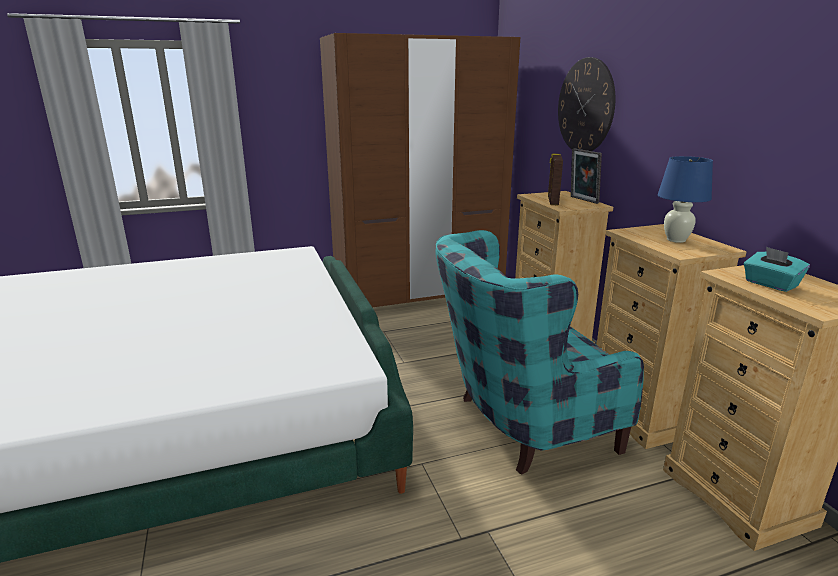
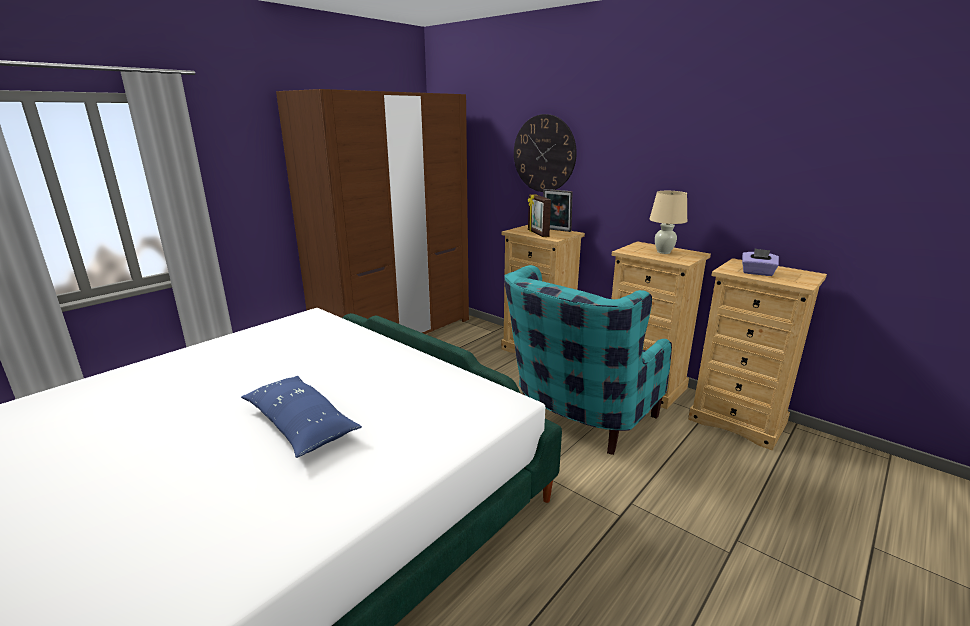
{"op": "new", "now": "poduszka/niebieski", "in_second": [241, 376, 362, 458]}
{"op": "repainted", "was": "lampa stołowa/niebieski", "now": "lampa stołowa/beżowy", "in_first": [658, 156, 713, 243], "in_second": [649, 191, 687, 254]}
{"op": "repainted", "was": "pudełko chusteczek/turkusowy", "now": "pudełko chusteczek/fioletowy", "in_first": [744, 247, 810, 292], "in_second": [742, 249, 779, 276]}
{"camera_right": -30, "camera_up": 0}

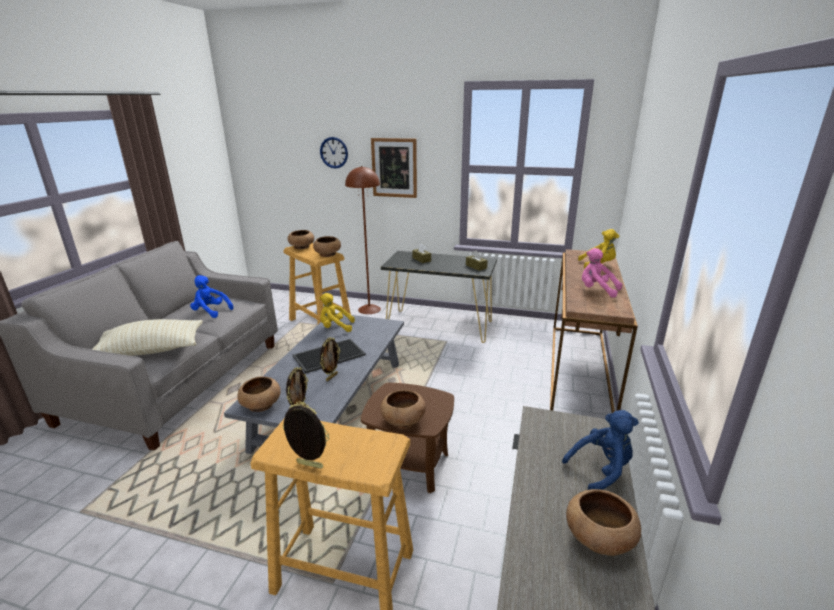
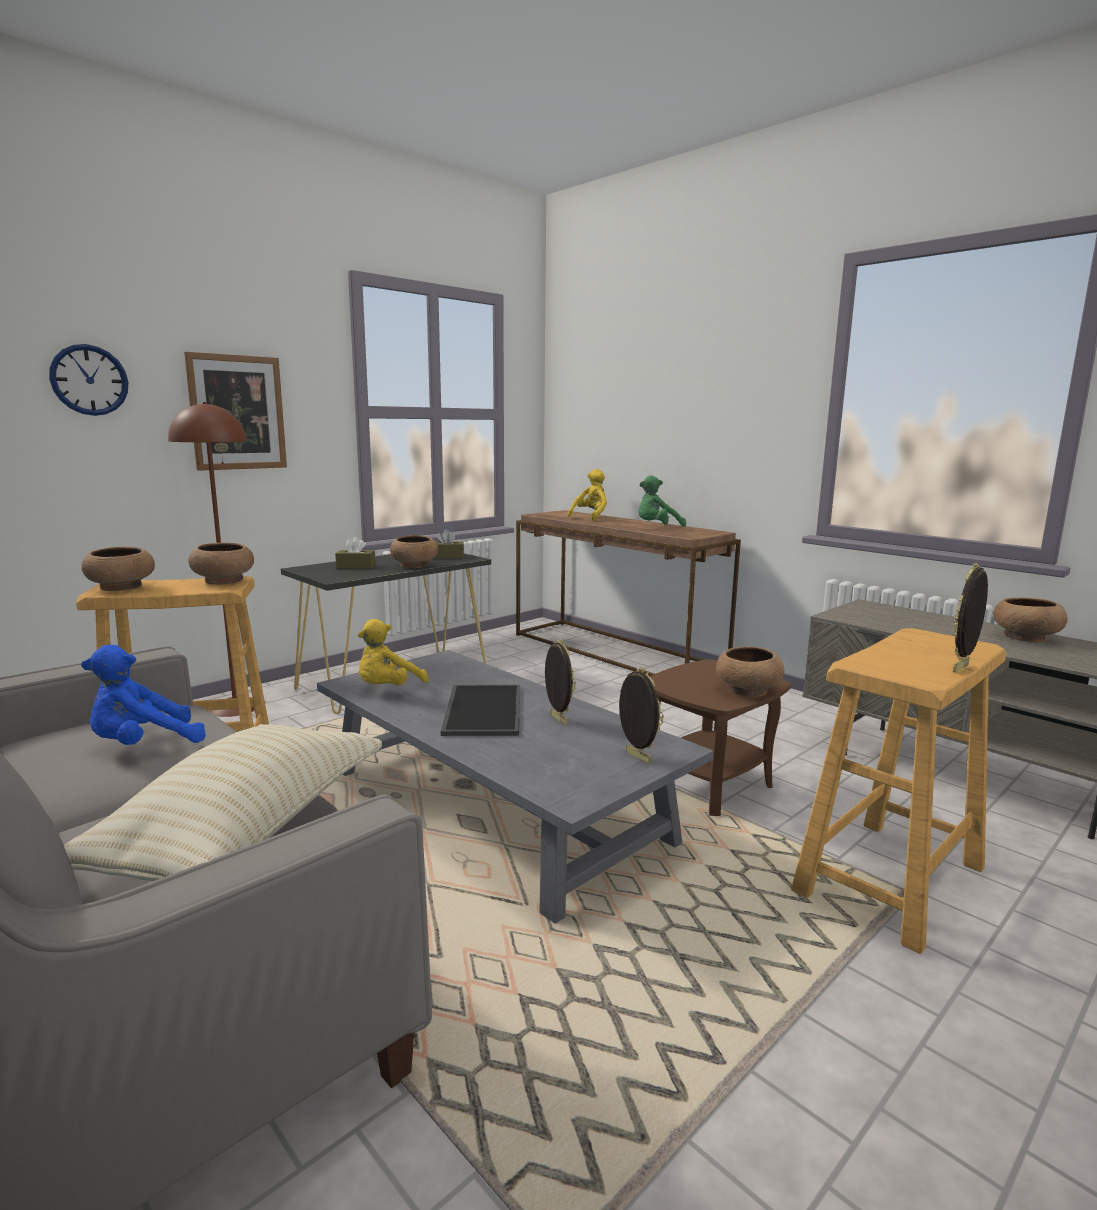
{"op": "gone", "was": "pluszak/niebieski", "in_first": [562, 410, 639, 490]}
{"op": "shifted", "was": "miska/brązowy", "in_first": [237, 377, 281, 412], "in_second": [390, 535, 438, 568]}
{"op": "repainted", "was": "pluszak/różowy", "now": "pluszak/zielony", "in_first": [582, 248, 623, 298], "in_second": [638, 475, 686, 527]}
{"camera_right": -60, "camera_up": -10}

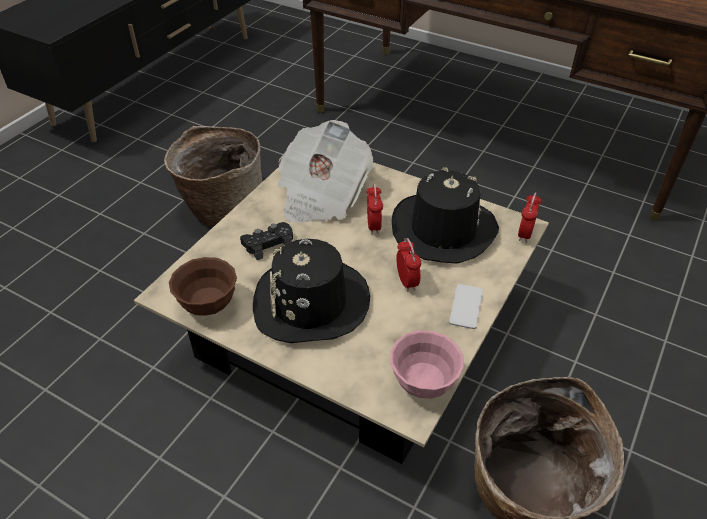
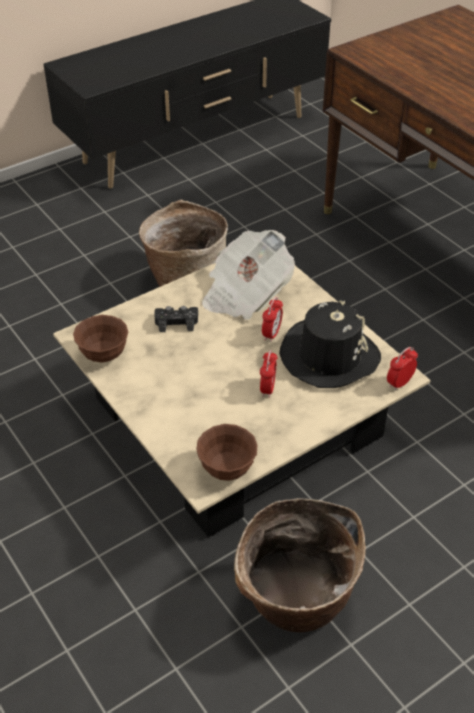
{"op": "gone", "was": "kapelusz/czarny", "in_first": [253, 239, 370, 343]}
{"op": "gone", "was": "telefon", "in_first": [449, 284, 483, 329]}
{"op": "repainted", "was": "miska/różowy", "now": "miska/brązowy", "in_first": [390, 330, 464, 399], "in_second": [196, 424, 257, 481]}
{"camera_right": 25, "camera_up": 0}

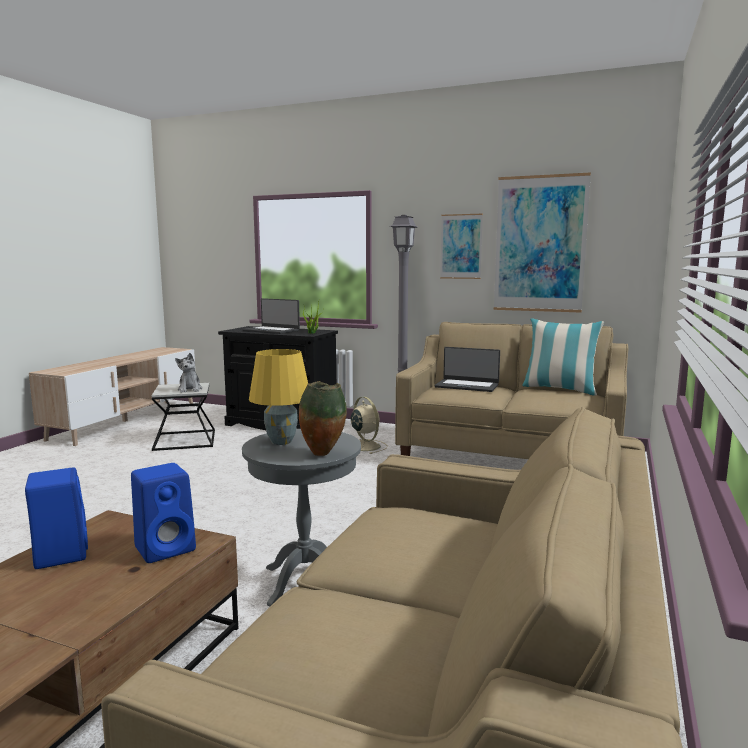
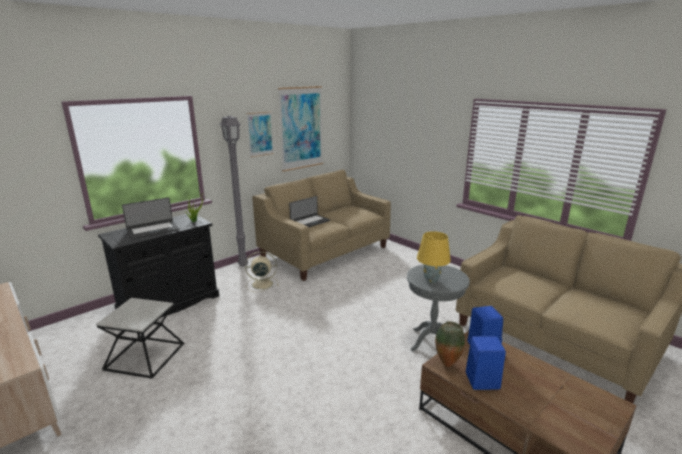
{"op": "gone", "was": "pluszak", "in_first": [175, 353, 202, 393]}
{"op": "gone", "was": "poduszka", "in_first": [522, 318, 604, 396]}
{"op": "shifted", "was": "wazon", "in_first": [299, 381, 347, 456], "in_second": [435, 321, 465, 367]}
{"camera_right": -65, "camera_up": 10}

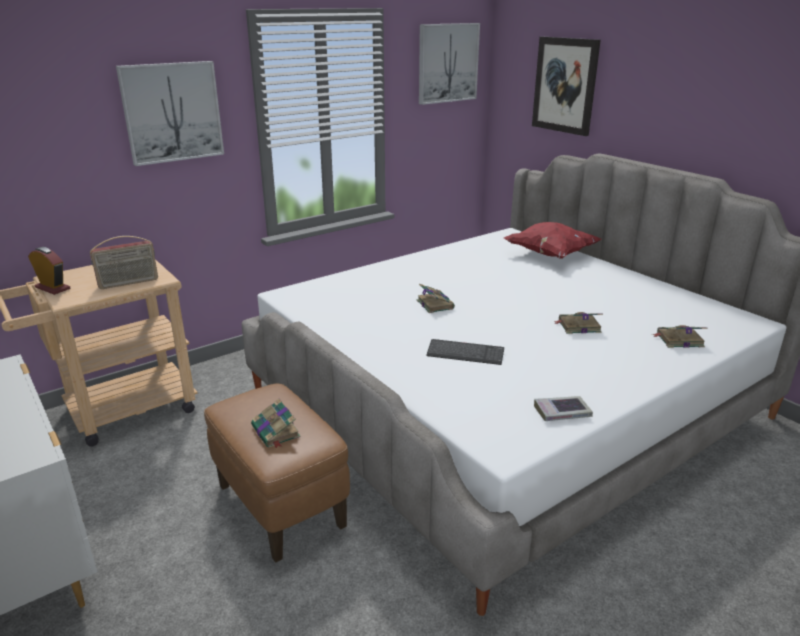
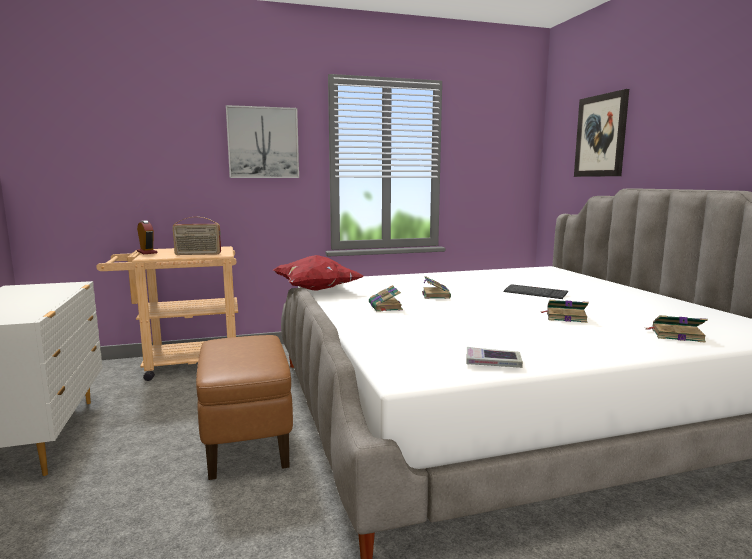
{"op": "gone", "was": "obraz", "in_first": [419, 23, 480, 105]}
{"op": "shifted", "was": "książka", "in_first": [251, 399, 300, 449], "in_second": [369, 285, 403, 312]}
{"op": "shifted", "was": "klawiatura", "in_first": [426, 339, 504, 365], "in_second": [503, 284, 568, 299]}
{"op": "shifted", "was": "poduszka/czerwony", "in_first": [504, 222, 602, 259], "in_second": [273, 255, 363, 291]}
{"camera_right": 20, "camera_up": -15}

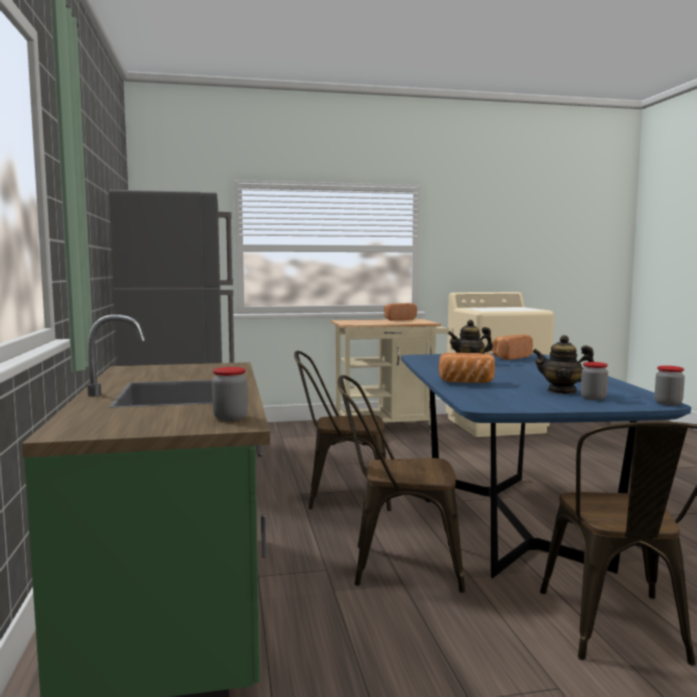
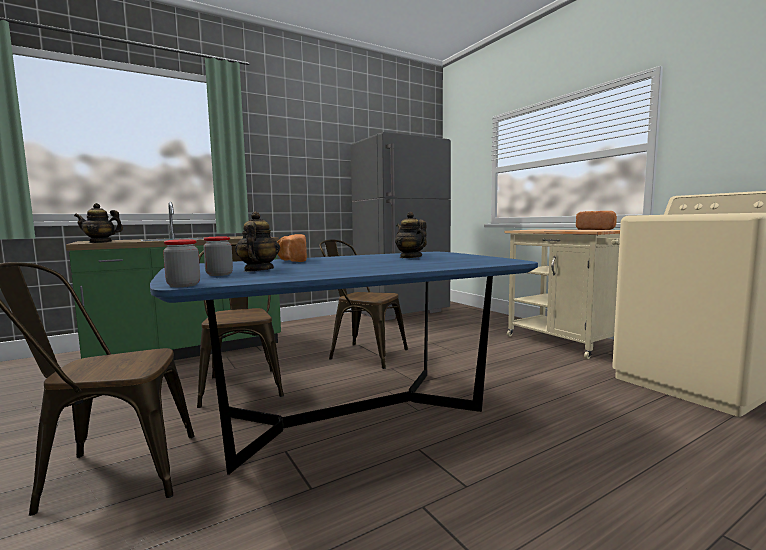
{"op": "gone", "was": "chleb", "in_first": [492, 335, 533, 360]}
{"op": "swapped", "was": "słoik", "now": "imbryk", "in_first": [212, 367, 248, 421], "in_second": [74, 203, 123, 243]}
{"op": "rotated", "was": "krzesło/brązowy", "in_first": [294, 351, 392, 511], "in_second": [319, 239, 408, 369], "clockwise": -45}
{"camera_right": 70, "camera_up": 0}

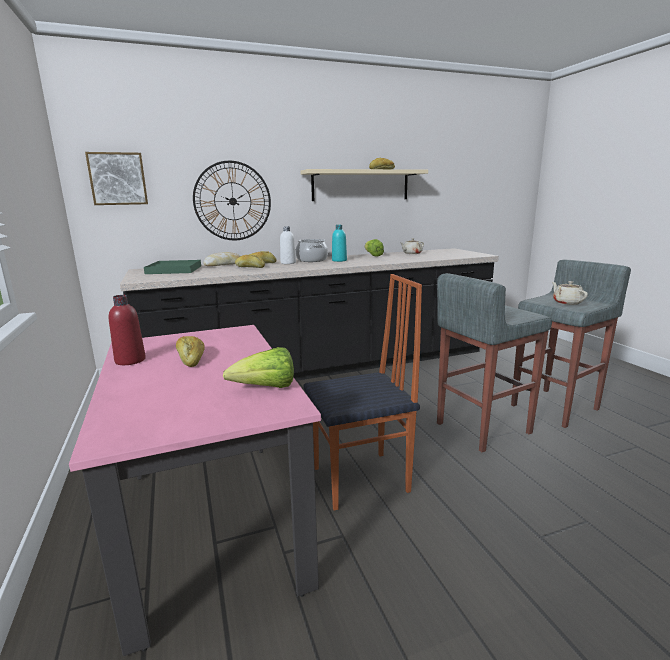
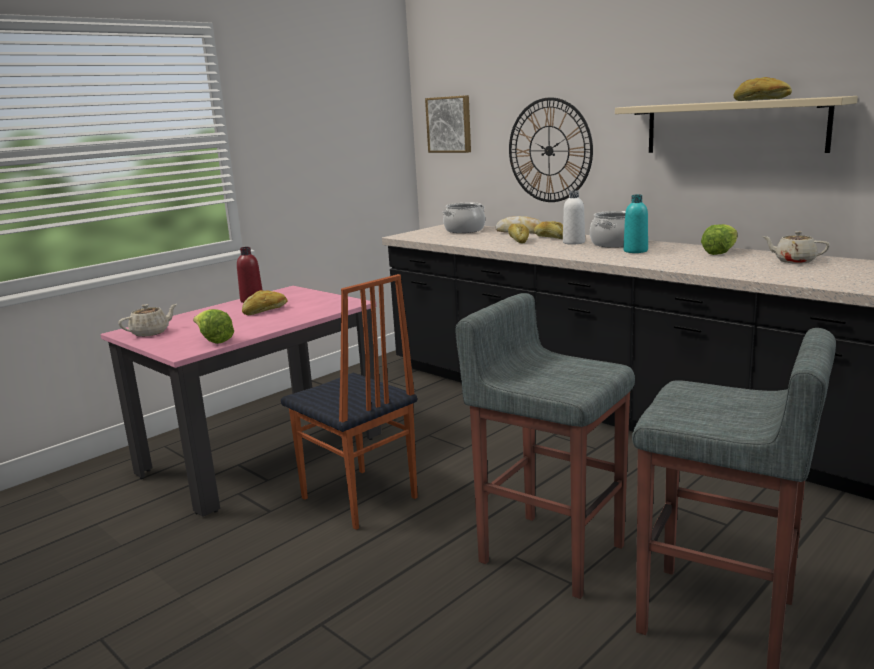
{"op": "shifted", "was": "imbryk/beżowy", "in_first": [552, 281, 588, 305], "in_second": [118, 304, 177, 337]}
{"op": "swapped", "was": "taca/zielony", "now": "garnek", "in_first": [144, 260, 201, 274], "in_second": [443, 203, 485, 233]}
{"camera_right": 65, "camera_up": 0}

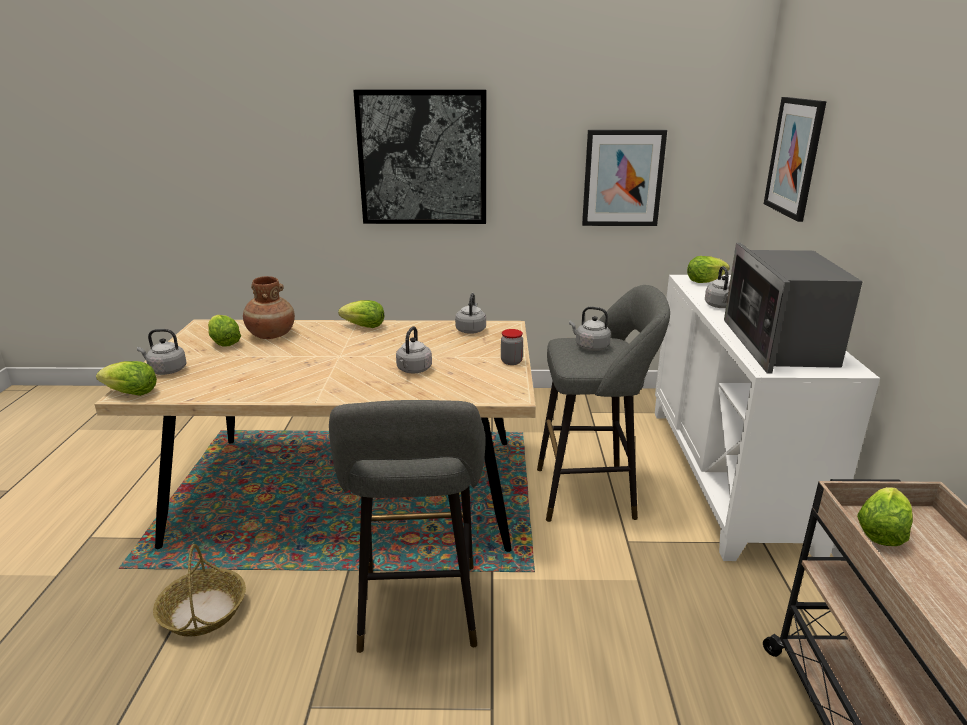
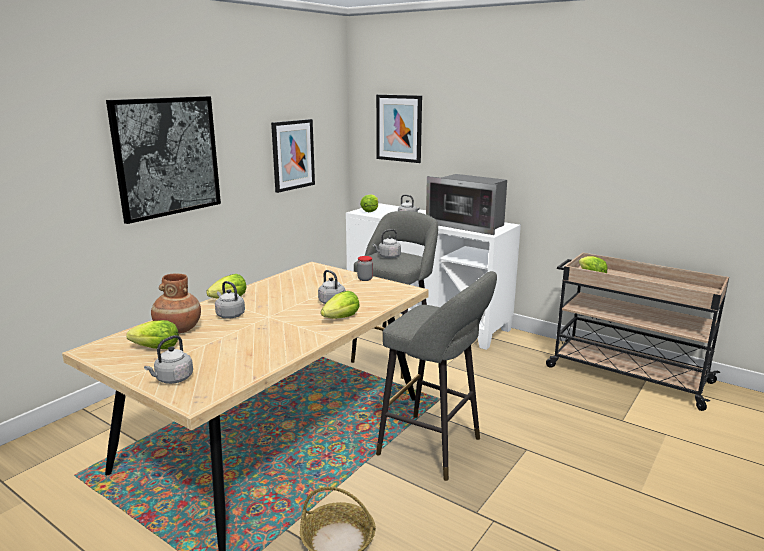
{"op": "shifted", "was": "sałata", "in_first": [96, 361, 157, 396], "in_second": [321, 291, 360, 319]}
{"op": "shifted", "was": "czajnik/szary", "in_first": [455, 293, 486, 334], "in_second": [215, 281, 245, 319]}
{"camera_right": -55, "camera_up": -5}

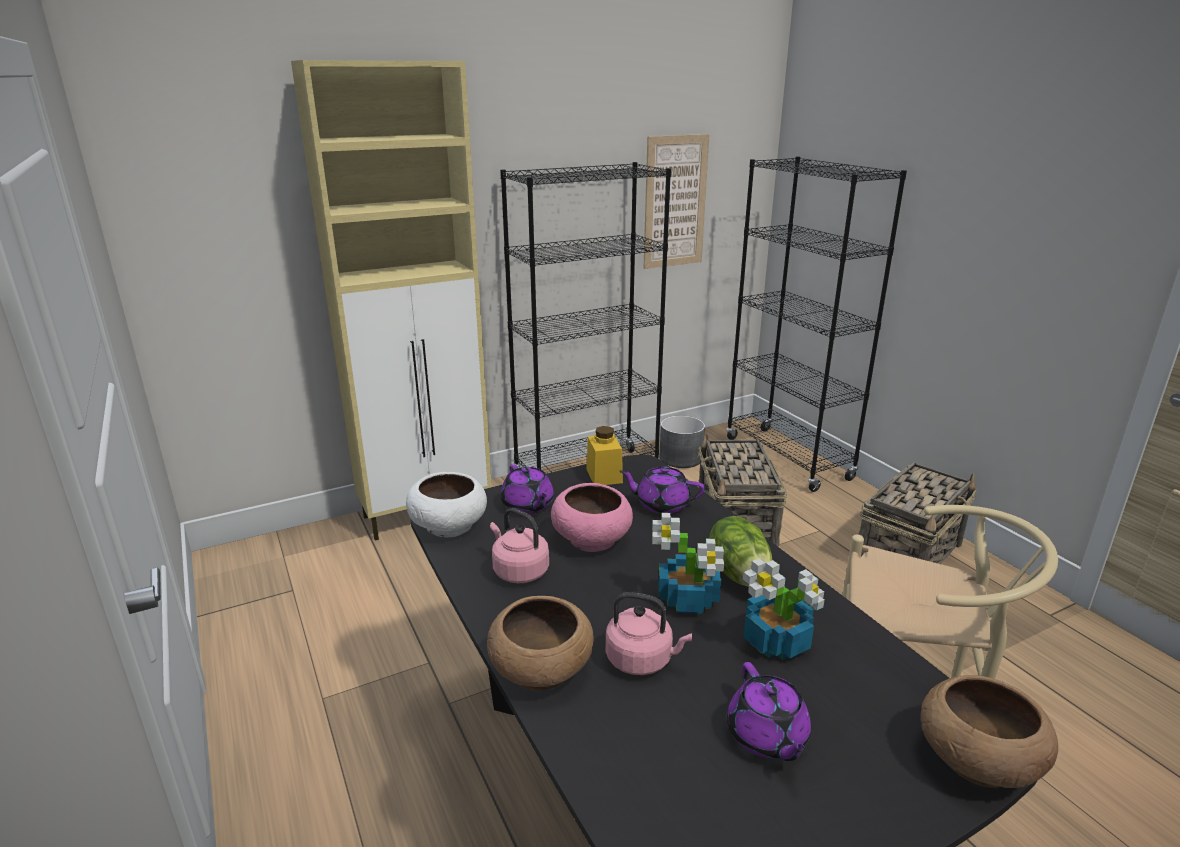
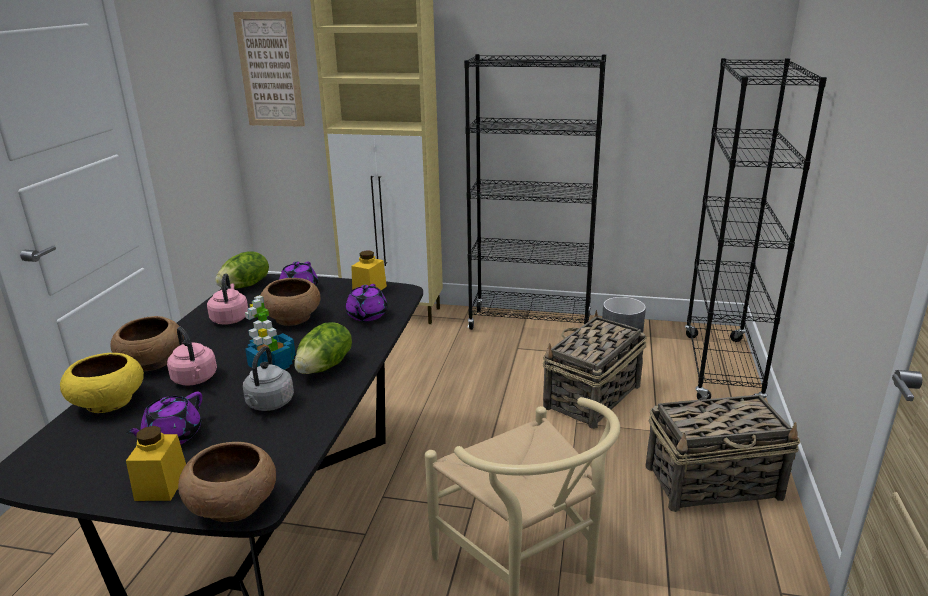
{"op": "new", "now": "miska/żółty", "in_second": [60, 353, 144, 413]}
{"op": "new", "now": "słoik/żółty", "in_second": [126, 426, 186, 501]}
{"op": "shifted", "was": "obraz", "in_first": [643, 134, 710, 269], "in_second": [233, 11, 305, 127]}
{"op": "swapped", "was": "miska/biały", "now": "sałata", "in_first": [406, 472, 487, 537], "in_second": [215, 252, 269, 289]}
{"op": "swapped", "was": "roślina doniczkowa", "now": "czajnik/szary", "in_first": [743, 558, 825, 660], "in_second": [243, 346, 294, 411]}
{"op": "repainted", "was": "miska/różowy", "now": "miska/brązowy", "in_first": [551, 483, 633, 552], "in_second": [260, 278, 320, 326]}
{"op": "rotated", "was": "imbryk/fioletowy", "in_first": [620, 466, 705, 514], "in_second": [346, 284, 388, 321], "clockwise": -135}
{"camera_right": 40, "camera_up": 0}

